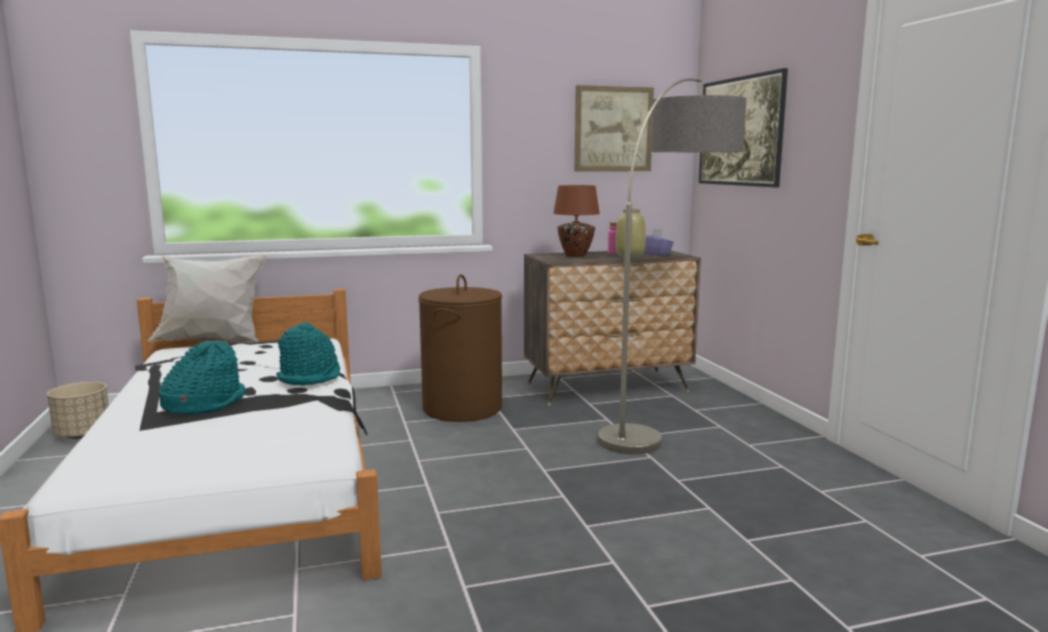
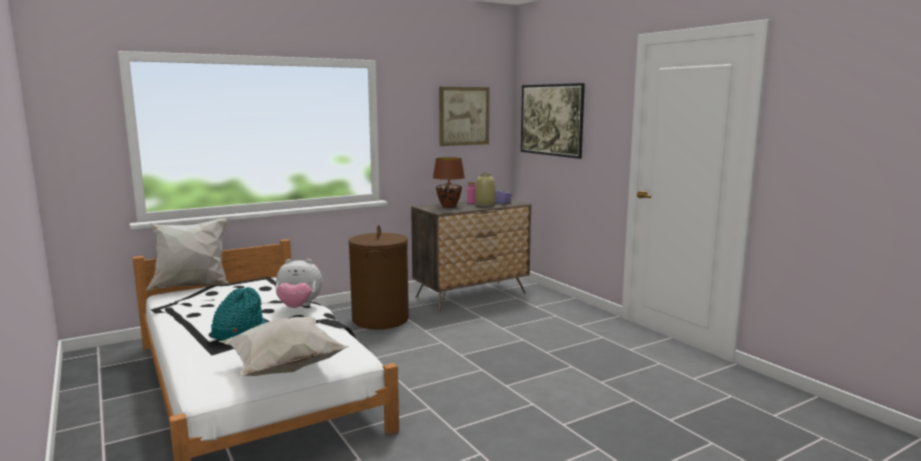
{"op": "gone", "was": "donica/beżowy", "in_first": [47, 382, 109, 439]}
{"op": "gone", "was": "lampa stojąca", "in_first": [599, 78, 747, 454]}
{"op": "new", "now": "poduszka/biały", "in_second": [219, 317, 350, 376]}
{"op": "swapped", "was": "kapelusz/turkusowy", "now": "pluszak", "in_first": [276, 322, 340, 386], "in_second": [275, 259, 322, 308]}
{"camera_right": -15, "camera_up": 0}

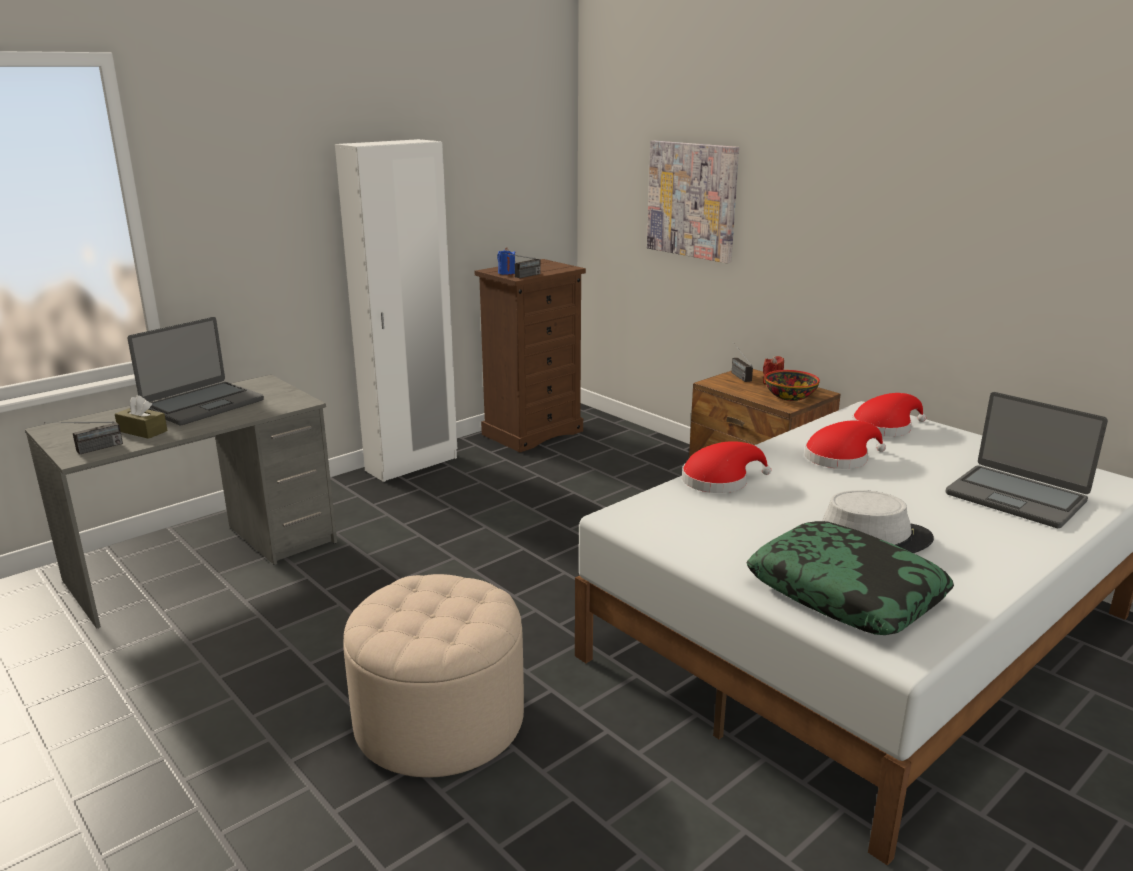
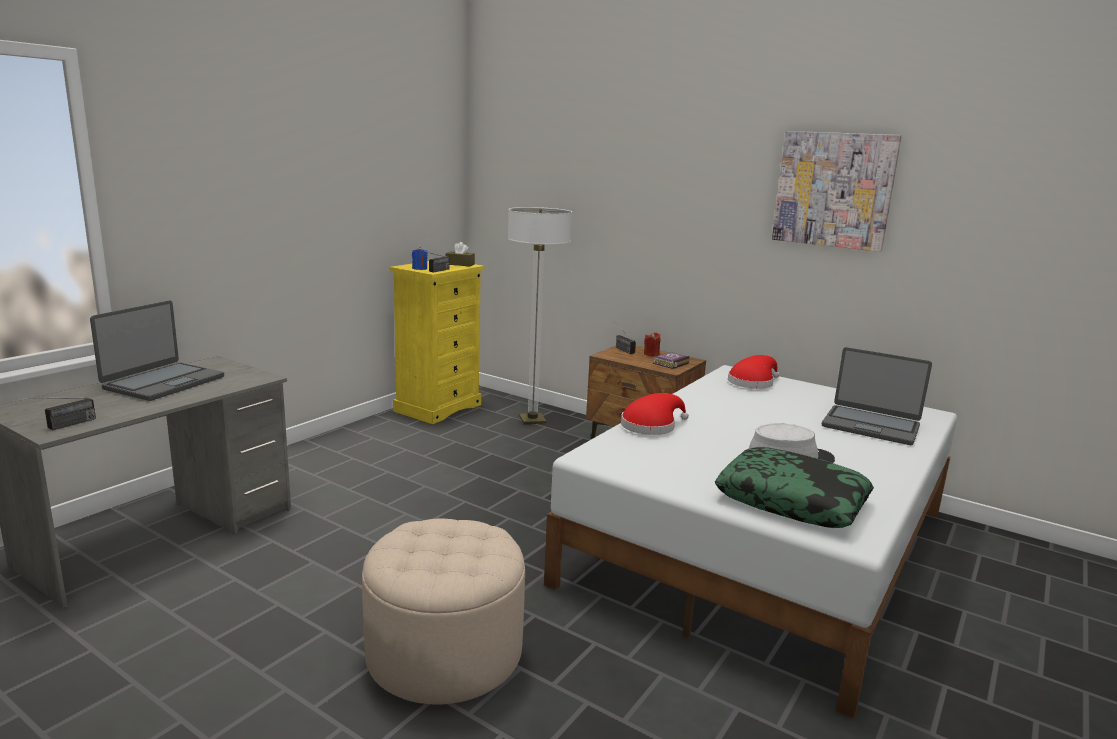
{"op": "gone", "was": "szafa/biały", "in_first": [335, 139, 457, 482]}
{"op": "gone", "was": "kapelusz/czerwony", "in_first": [804, 421, 886, 469]}
{"op": "new", "now": "lampa stojąca", "in_second": [508, 207, 572, 424]}
{"op": "shifted", "was": "pudełko chusteczek/brązowy", "in_first": [115, 395, 168, 439], "in_second": [446, 242, 475, 267]}
{"op": "shifted", "was": "obraz", "in_first": [647, 141, 739, 263], "in_second": [772, 131, 902, 252]}
{"op": "swapped", "was": "miska", "now": "książka", "in_first": [765, 370, 820, 401], "in_second": [653, 352, 690, 369]}
{"op": "repainted", "was": "komoda/brązowy", "now": "komoda/żółty", "in_first": [474, 259, 586, 452], "in_second": [389, 261, 484, 424]}
{"camera_right": -15, "camera_up": -5}

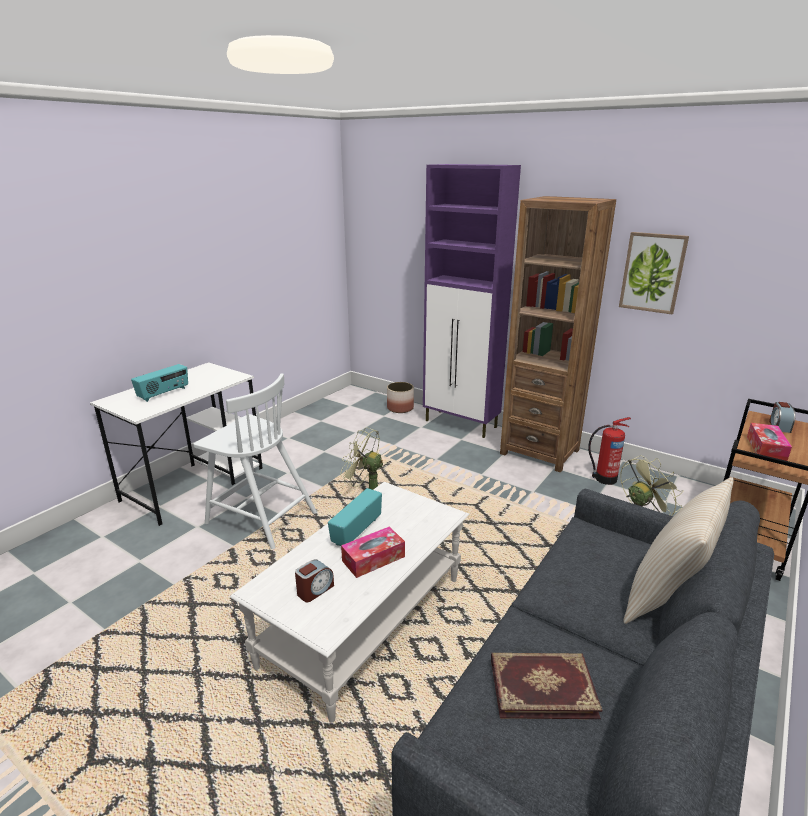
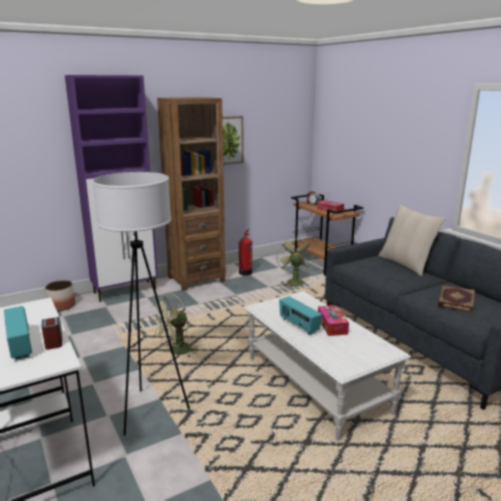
{"op": "shifted", "was": "budzik", "in_first": [295, 560, 334, 602], "in_second": [42, 317, 63, 350]}
{"op": "swapped", "was": "krzesło/biały", "now": "lampa stojąca/biały", "in_first": [194, 373, 317, 549], "in_second": [92, 172, 190, 436]}
{"camera_right": -65, "camera_up": -5}

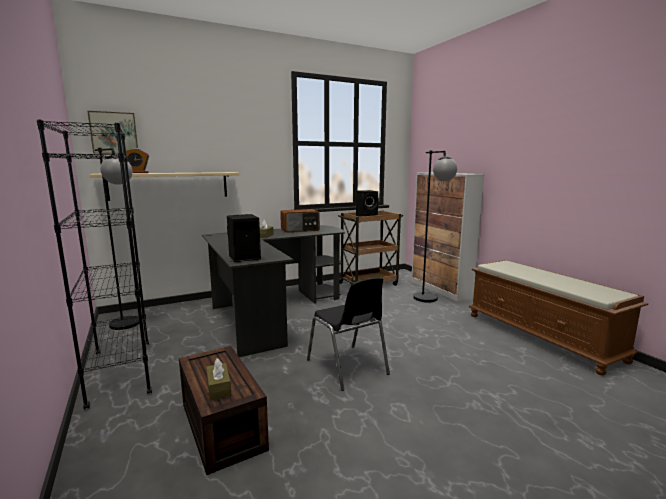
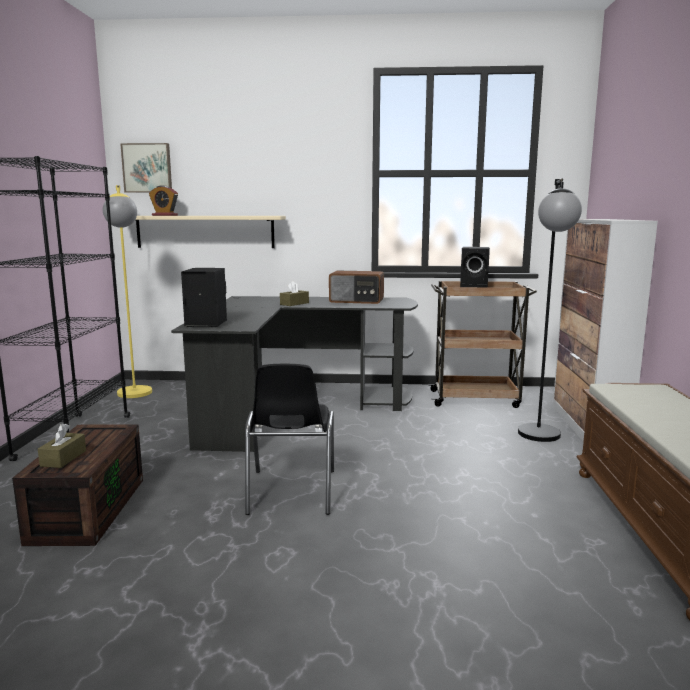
{"op": "repainted", "was": "lampa stojąca/czarny", "now": "lampa stojąca/żółty", "in_first": [95, 148, 139, 330], "in_second": [103, 185, 152, 398]}
{"camera_right": 30, "camera_up": 0}

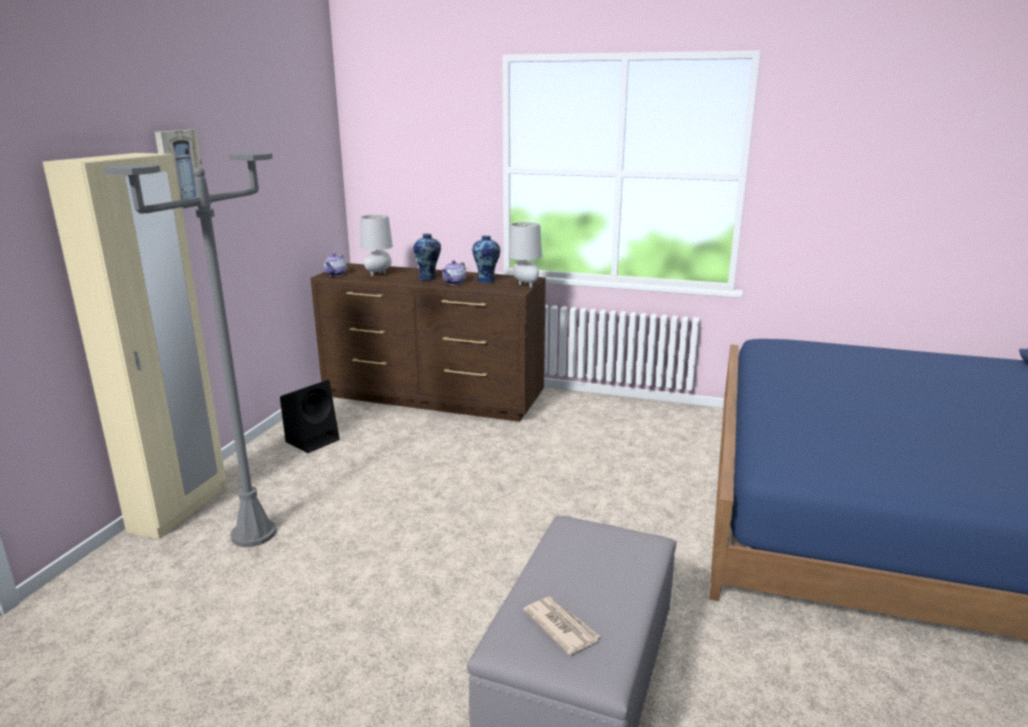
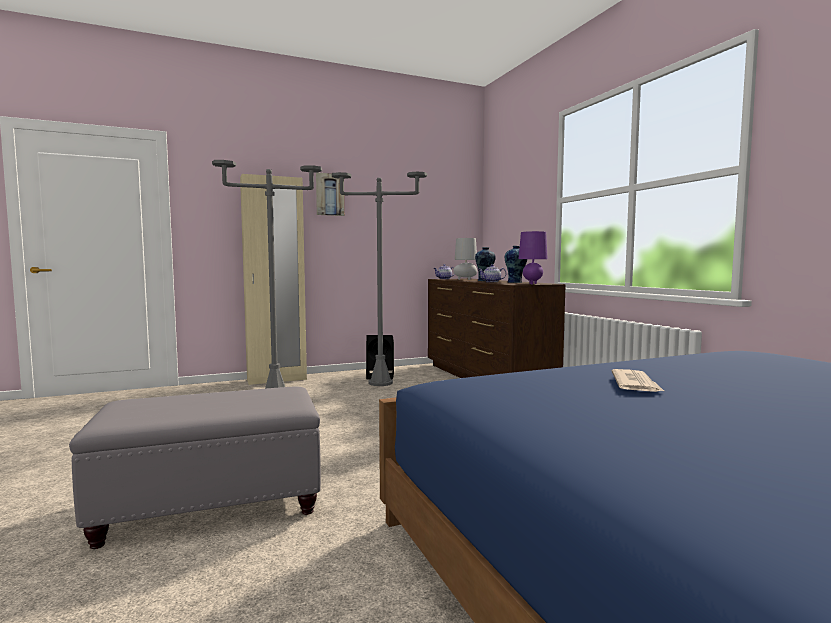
{"op": "new", "now": "lampa stojąca/szary", "in_second": [332, 172, 427, 386]}
{"op": "shifted", "was": "gazeta", "in_first": [524, 597, 601, 655], "in_second": [612, 369, 664, 392]}
{"op": "repainted", "was": "lampa stołowa/szary", "now": "lampa stołowa/fioletowy", "in_first": [508, 222, 542, 288], "in_second": [518, 231, 548, 285]}
{"camera_right": 50, "camera_up": -15}

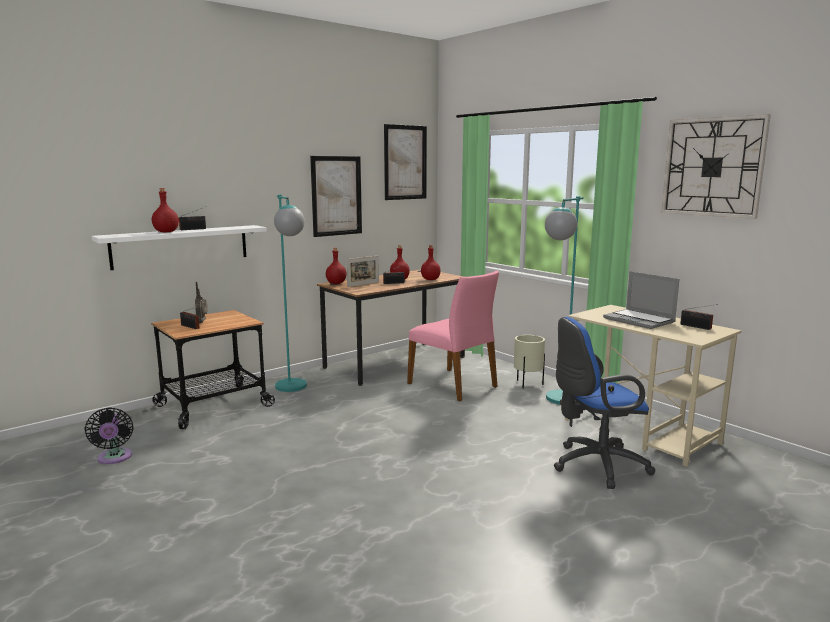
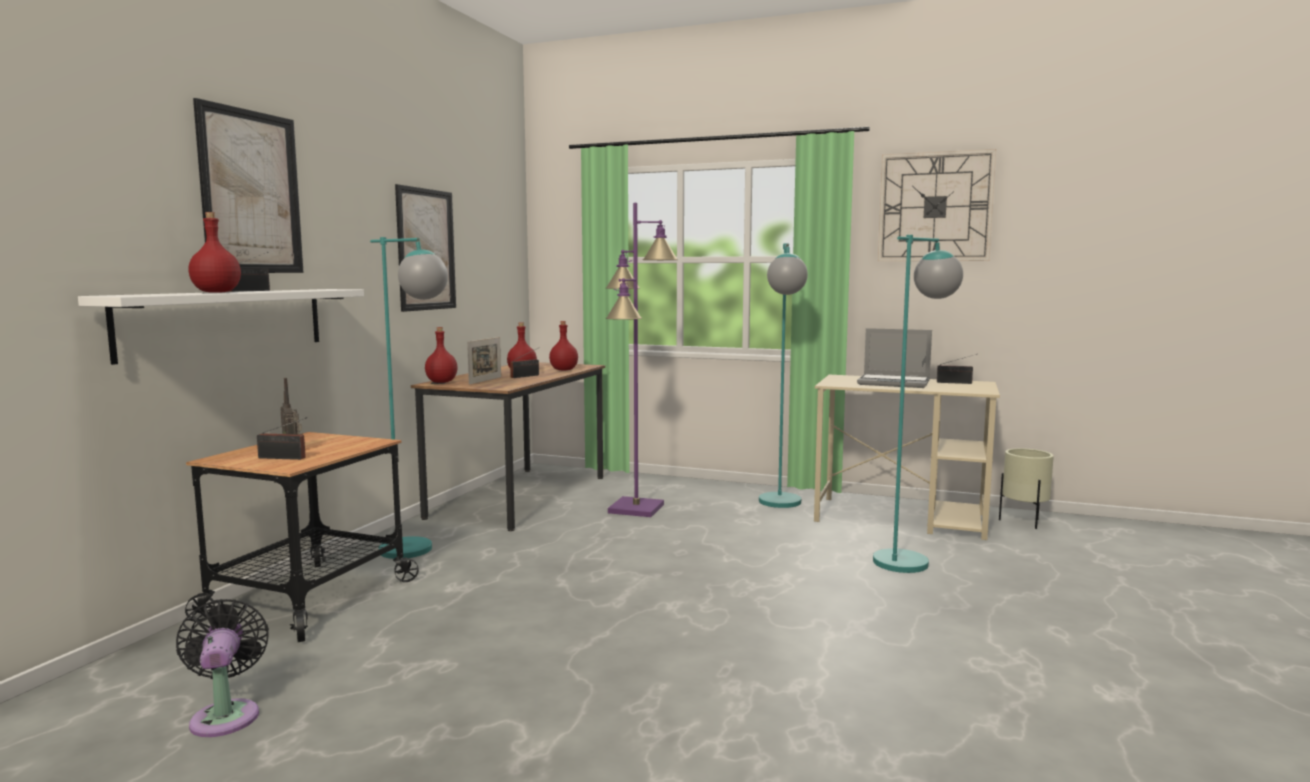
{"op": "shifted", "was": "obraz", "in_first": [384, 124, 427, 200], "in_second": [193, 98, 304, 273]}
{"op": "shifted", "was": "donica/beżowy", "in_first": [514, 335, 545, 389], "in_second": [999, 448, 1054, 529]}
{"op": "swapped", "was": "krzesło/różowy", "now": "lampa stojąca/fioletowy", "in_first": [407, 271, 499, 401], "in_second": [606, 203, 678, 517]}
{"op": "swapped", "was": "krzesło biurowe/niebieski", "now": "lampa stojąca/turkusowy", "in_first": [554, 317, 655, 489], "in_second": [873, 235, 963, 573]}
{"op": "rotated", "was": "wentylator/czarny", "in_first": [84, 407, 134, 464], "in_second": [176, 599, 269, 737], "clockwise": -150}
{"camera_right": -30, "camera_up": -5}

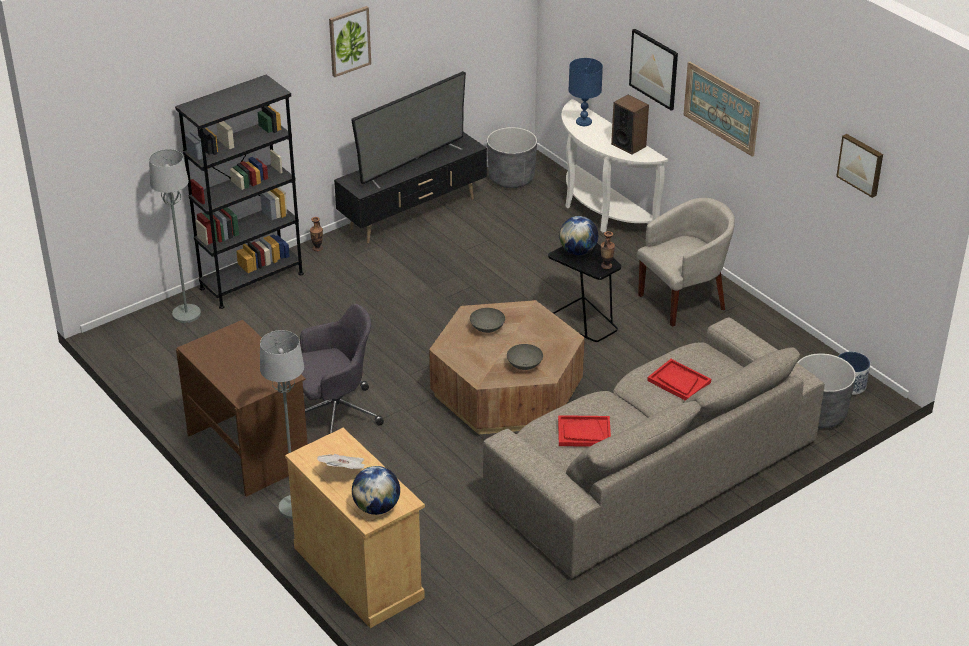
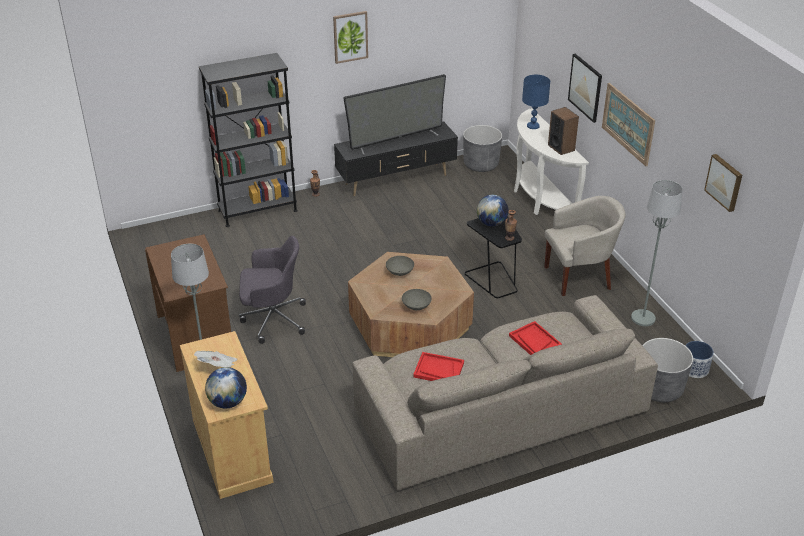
{"op": "shifted", "was": "lampa stojąca/szary", "in_first": [149, 149, 201, 323], "in_second": [631, 180, 683, 326]}
{"camera_right": 15, "camera_up": 0}

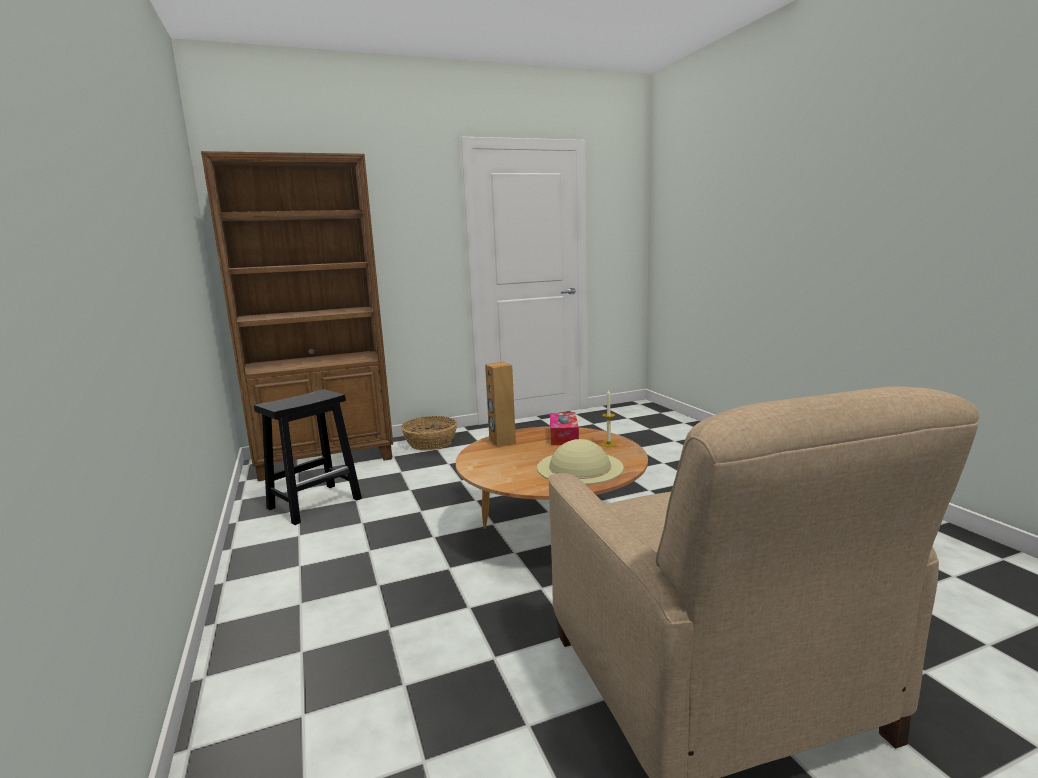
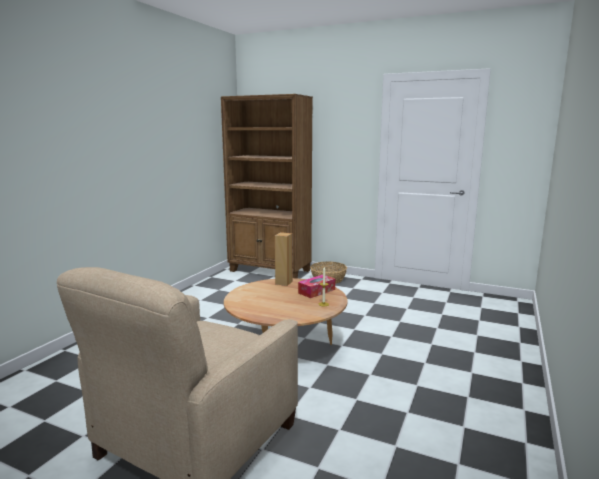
{"op": "gone", "was": "stołek/czarny", "in_first": [254, 389, 362, 525]}
{"op": "gone", "was": "kapelusz/beżowy", "in_first": [537, 439, 624, 485]}
{"camera_right": 45, "camera_up": 0}

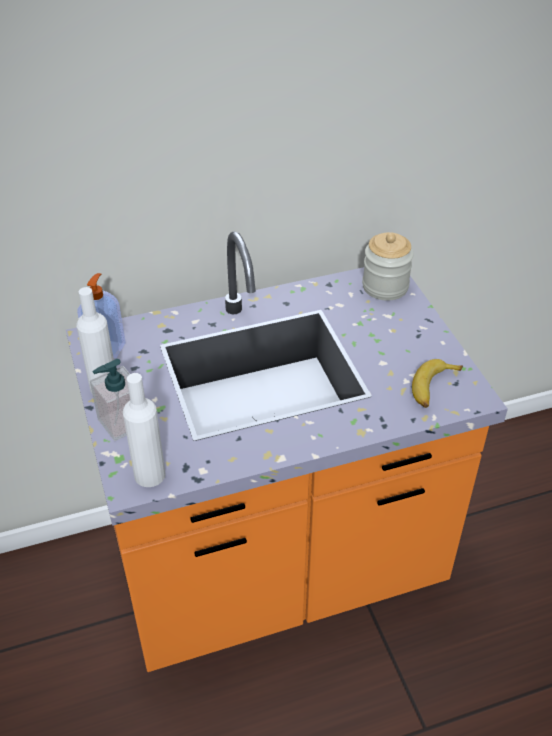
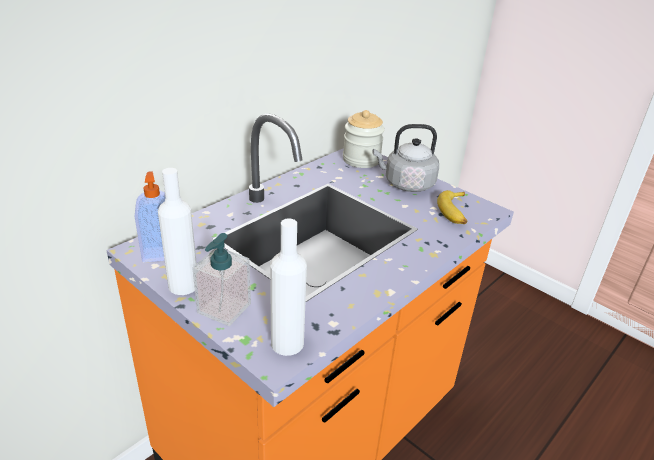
{"op": "new", "now": "czajnik/szary", "in_second": [373, 124, 439, 192]}
{"camera_right": -30, "camera_up": -10}

